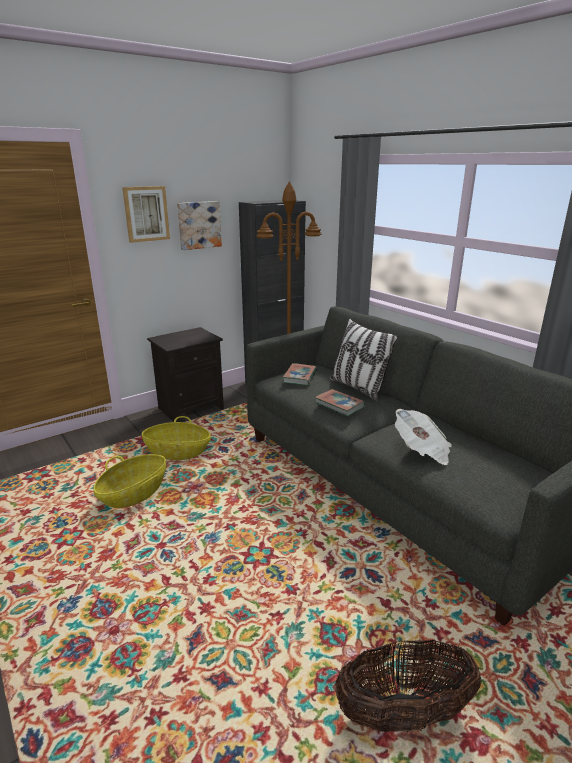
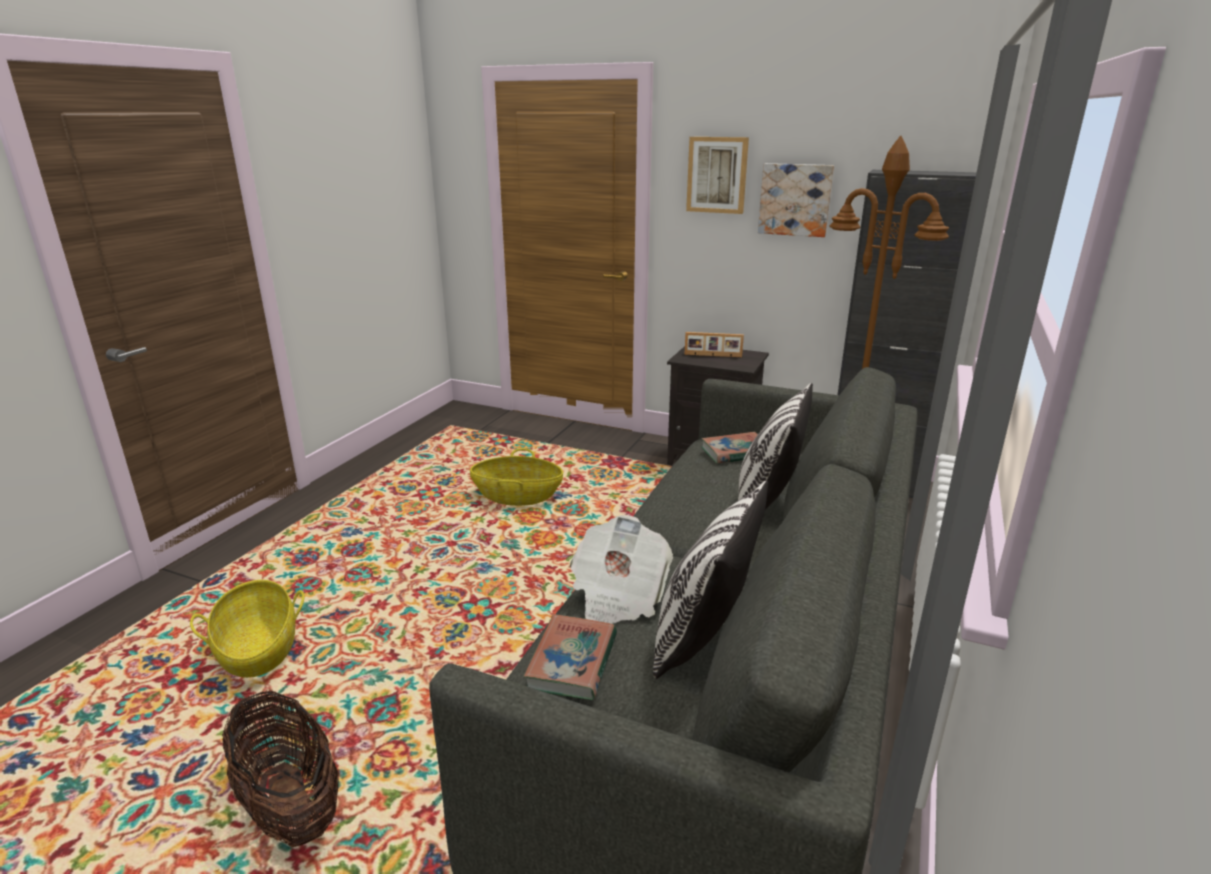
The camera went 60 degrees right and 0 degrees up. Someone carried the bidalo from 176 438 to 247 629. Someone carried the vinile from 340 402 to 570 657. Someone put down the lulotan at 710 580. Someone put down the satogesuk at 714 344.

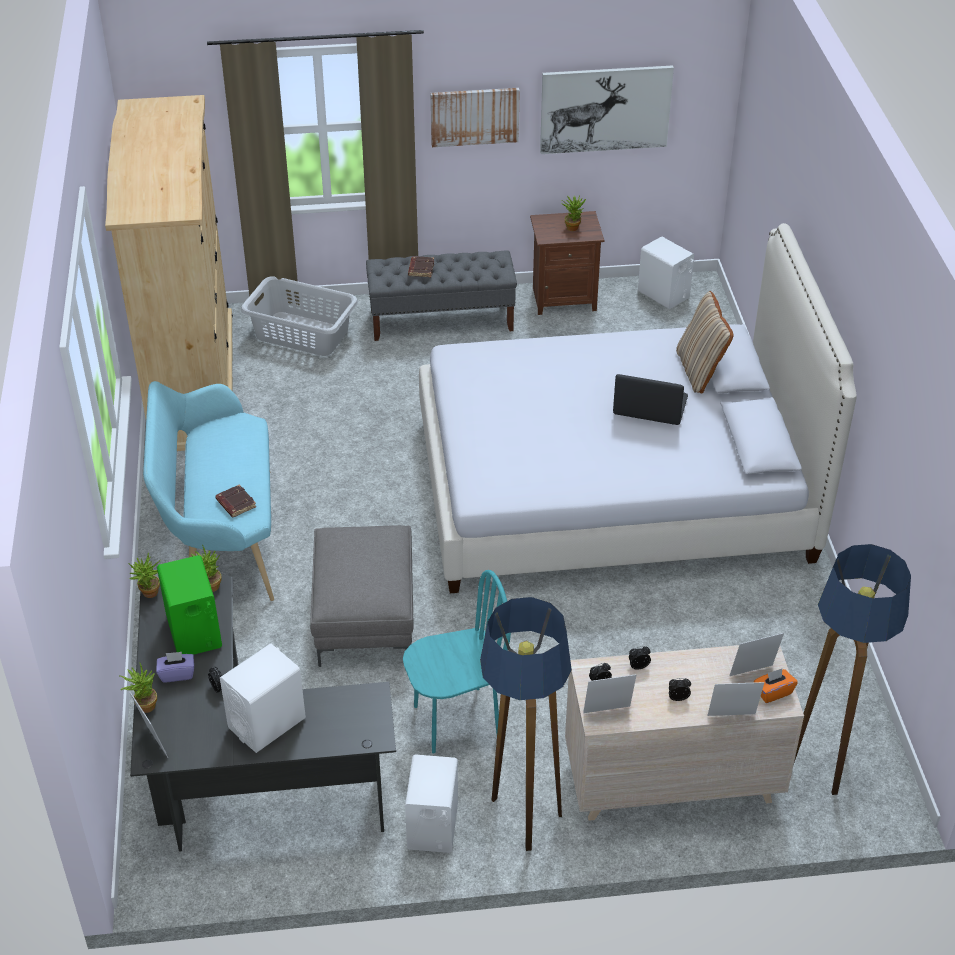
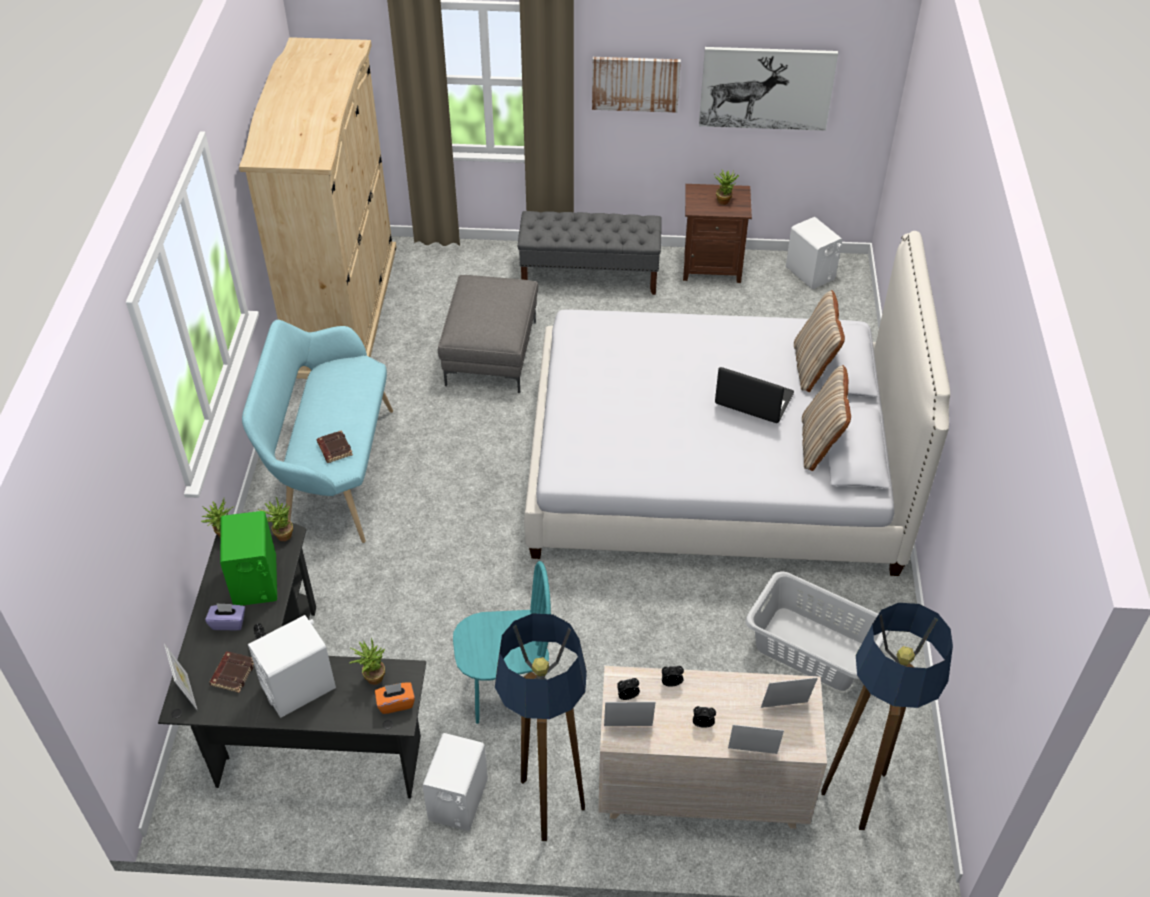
The camera went 10 degrees right and 5 degrees up. Someone carried the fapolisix from 138 688 to 367 661. Someone carried the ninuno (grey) from 299 316 to 817 631. Someone carried the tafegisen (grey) from 362 596 to 488 334. Someone carried the vinile (brown) from 421 266 to 231 672. Someone carried the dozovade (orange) from 776 686 to 395 698. Someone put down the lulotan (beige) at 826 418.

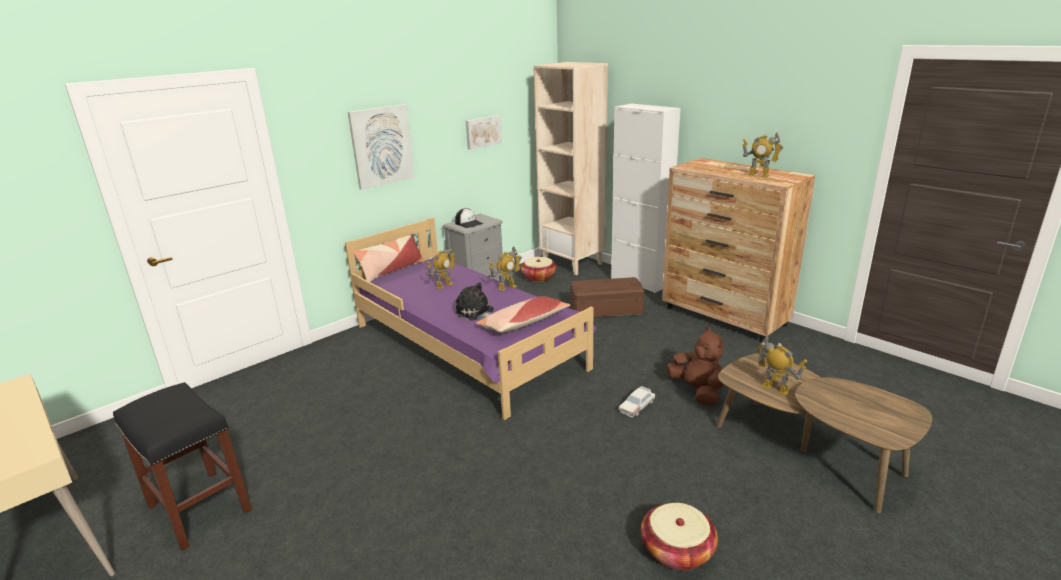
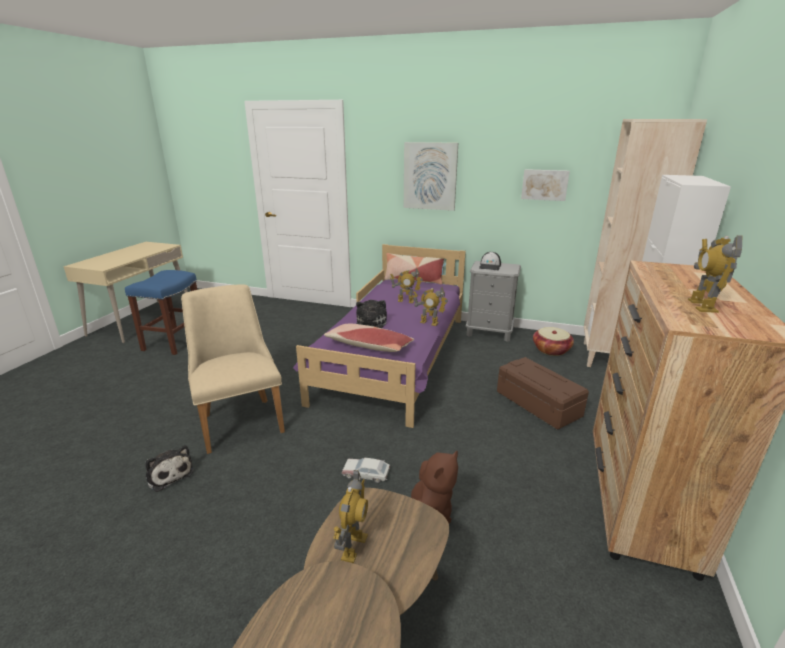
The camera went 60 degrees right and 0 degrees up. Someone repainted the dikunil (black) at 182 466, which became the dikunil (blue) at 161 312. Someone took away the bidalo at 679 537. Someone put down the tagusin at 169 468. Someone put down the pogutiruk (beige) at 233 369.

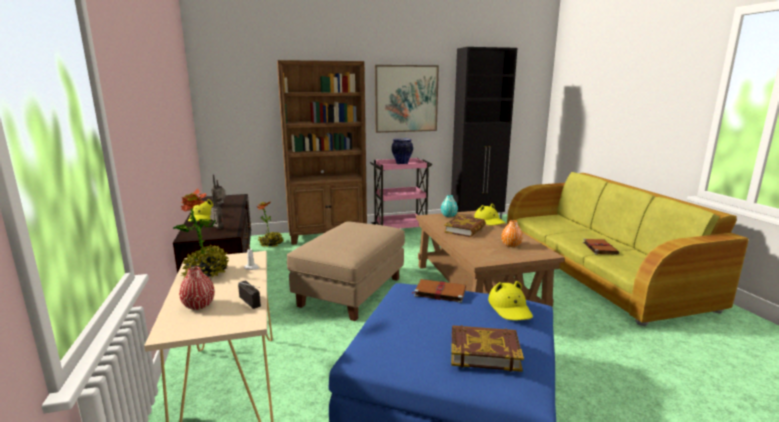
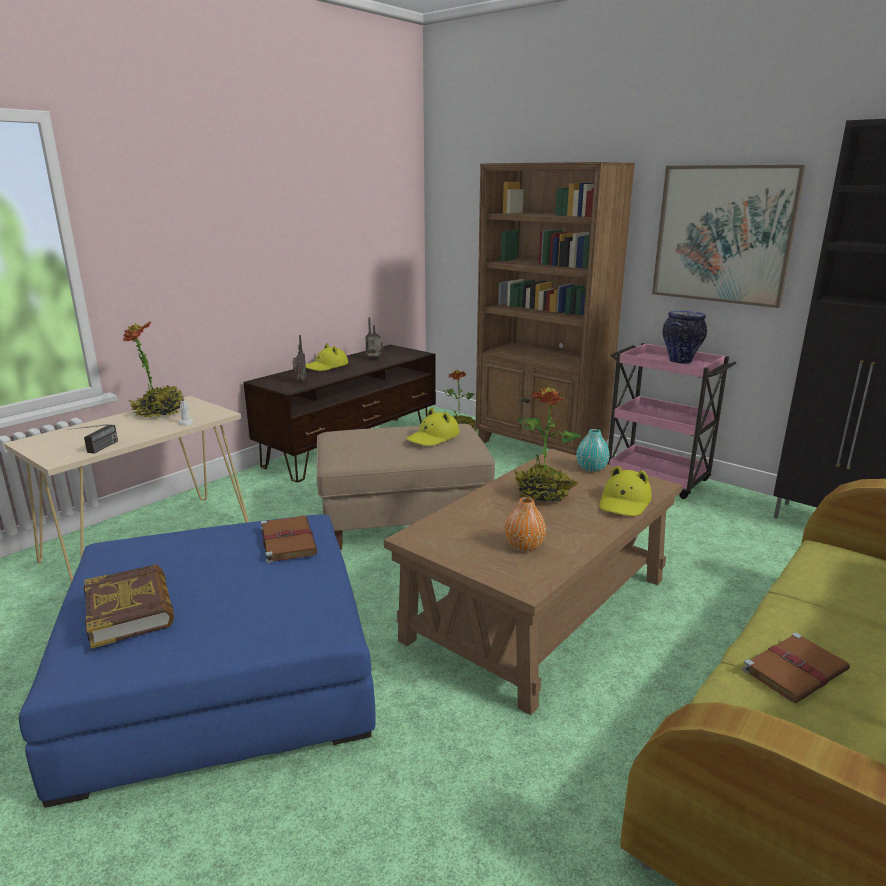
The camera went 55 degrees right and 5 degrees up. Someone took away the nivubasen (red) at 197 288. Someone swapped the vinile at 465 226 for the fapolisix at 547 444. Someone carried the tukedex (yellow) from 510 300 to 432 427.

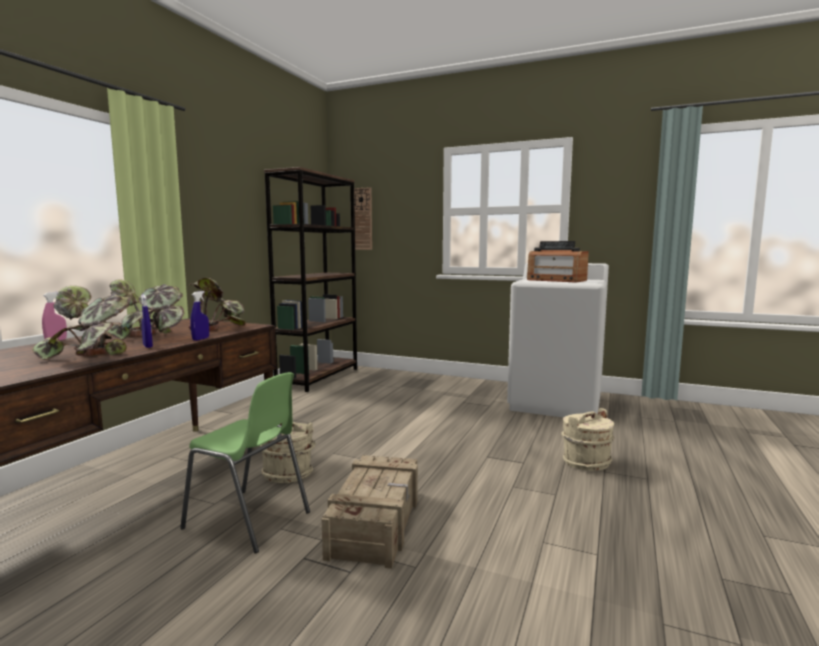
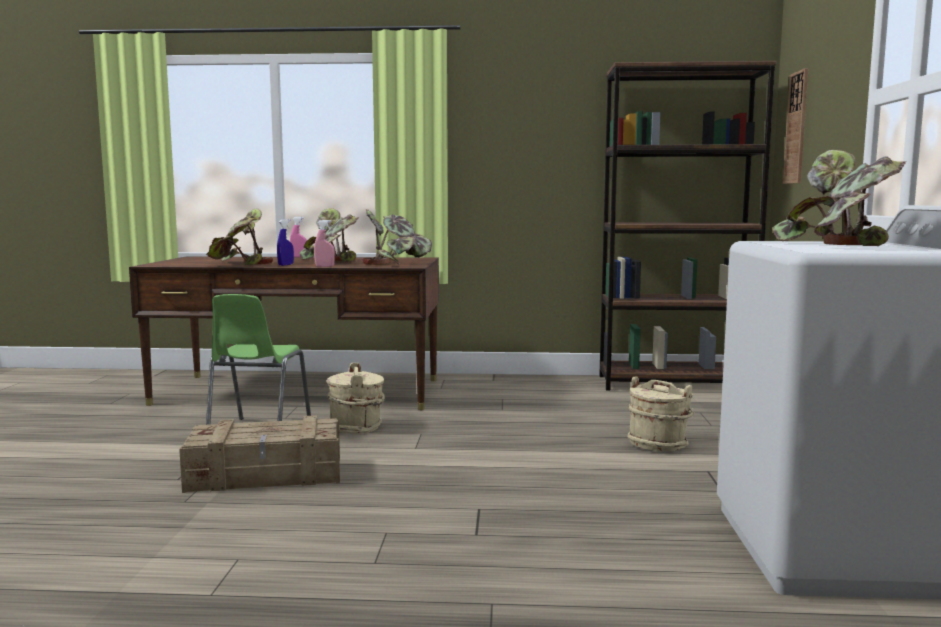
The camera went 70 degrees right and 0 degrees up. Someone repainted the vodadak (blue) at 199 316, which became the vodadak (pink) at 324 243. Someone swapped the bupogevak at 558 262 for the fapolisix at 839 198. Someone carried the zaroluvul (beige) from 587 439 to 661 414.

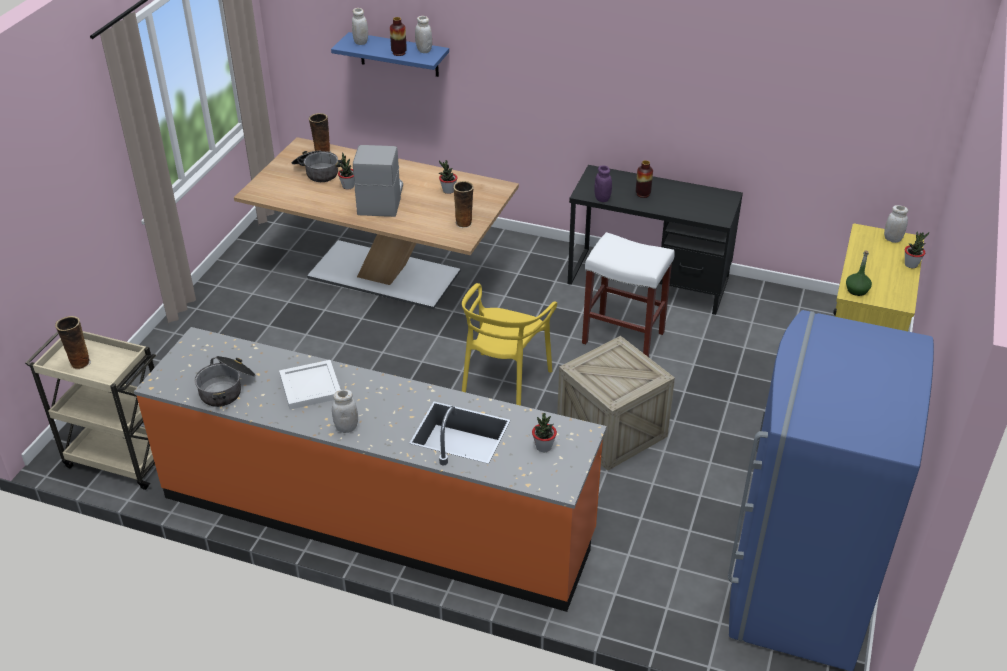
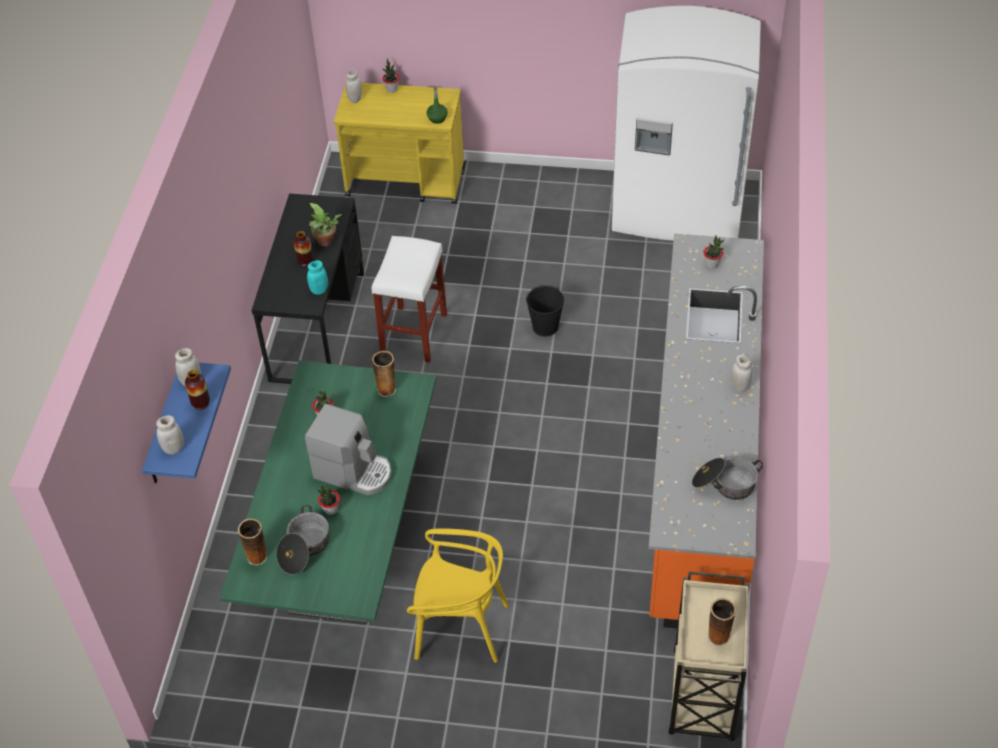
The camera went 100 degrees left and 10 degrees up. Someone repainted the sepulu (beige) at 376 223, which became the sepulu (green) at 328 492. Someone took away the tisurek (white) at 310 385. Someone rotated the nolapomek at 378 181 by 150 degrees counterclockwise. Someone carried the pogutiruk (yellow) from 509 344 to 457 595. Someone swapped the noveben at 616 403 for the zaroluvul (black) at 545 310. Someone repainted the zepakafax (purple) at 603 183, which became the zepakafax (turquoise) at 317 277. Someone repainted the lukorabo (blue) at 831 490, which became the lukorabo (white) at 686 123. Someone put down the fapolisix at 325 225.

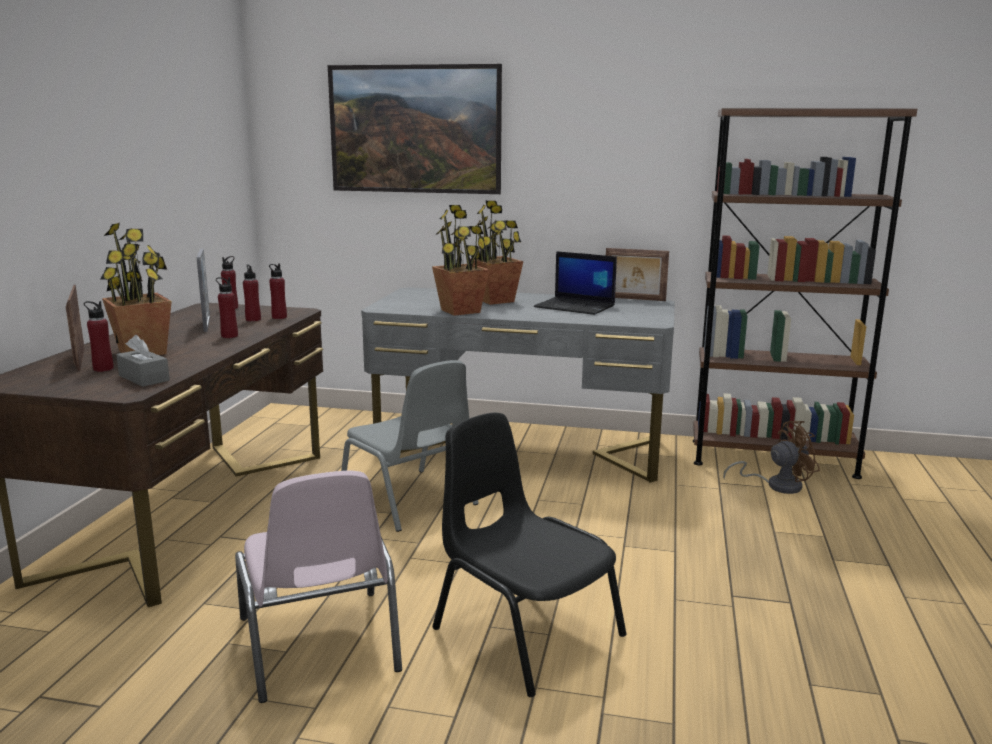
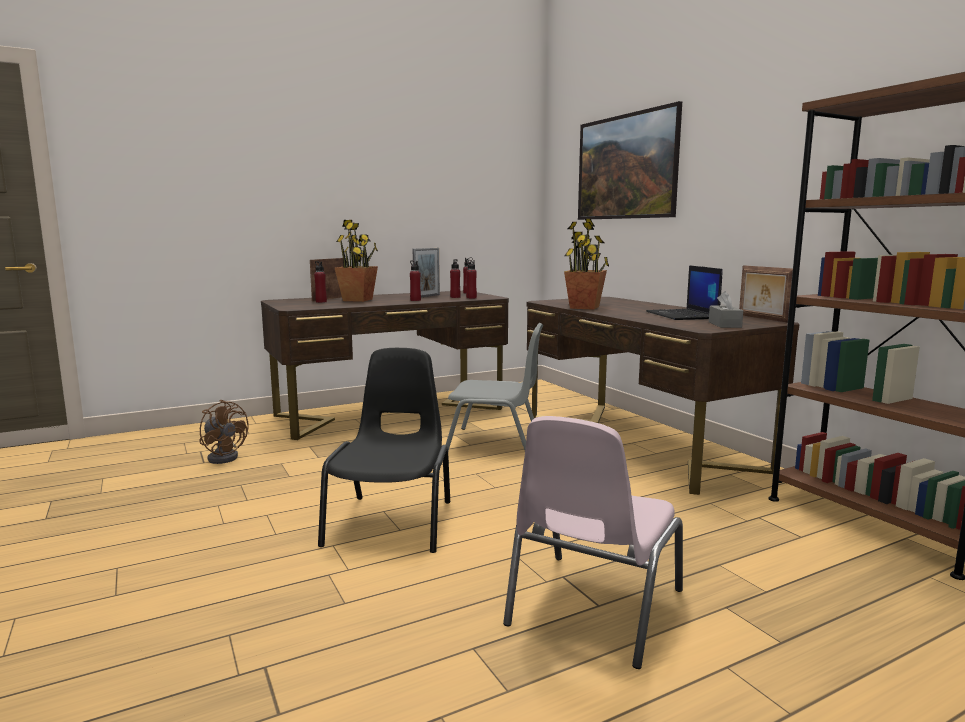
The camera went 50 degrees right and 5 degrees down. Someone carried the dozovade (grey) from 143 361 to 726 309. Someone carried the pogutiruk (pink) from 318 587 to 593 542. Someone rotated the pogutiruk (grey) at 410 446 by 90 degrees counterclockwise. Someone repainted the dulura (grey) at 518 385, which became the dulura (brown) at 663 396. Someone took away the fapolisix at 496 253. Someone carried the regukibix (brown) from 771 457 to 223 432.

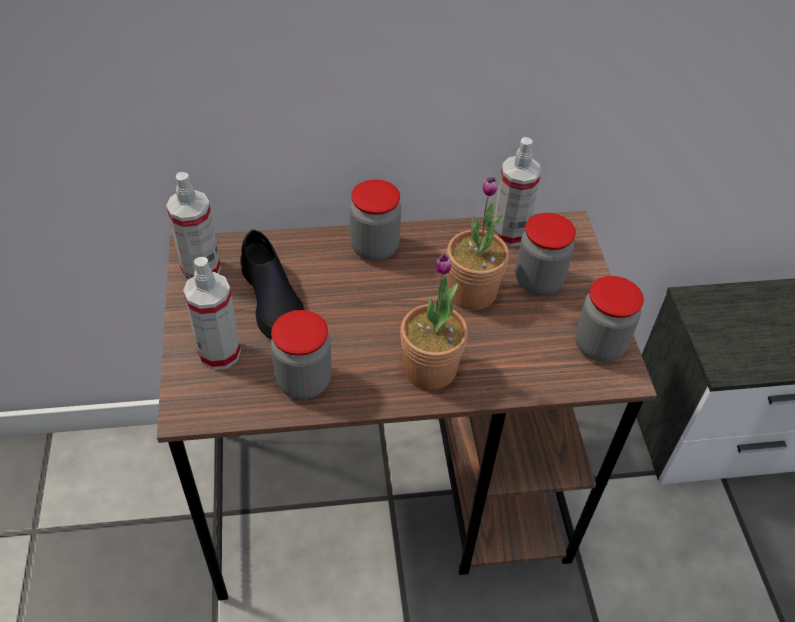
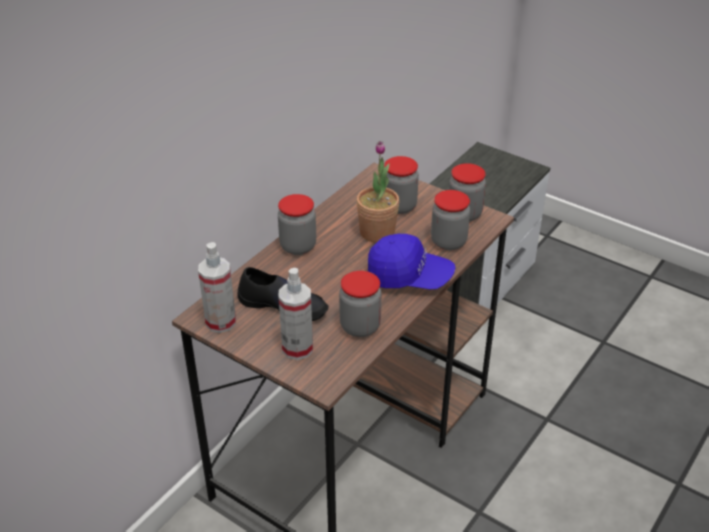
The camera went 45 degrees left and 10 degrees down. Someone swapped the fapolisix at 434 321 for the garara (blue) at 412 261. Someone took away the vodadak at 517 192. Someone put down the zepakafax at 450 220.

